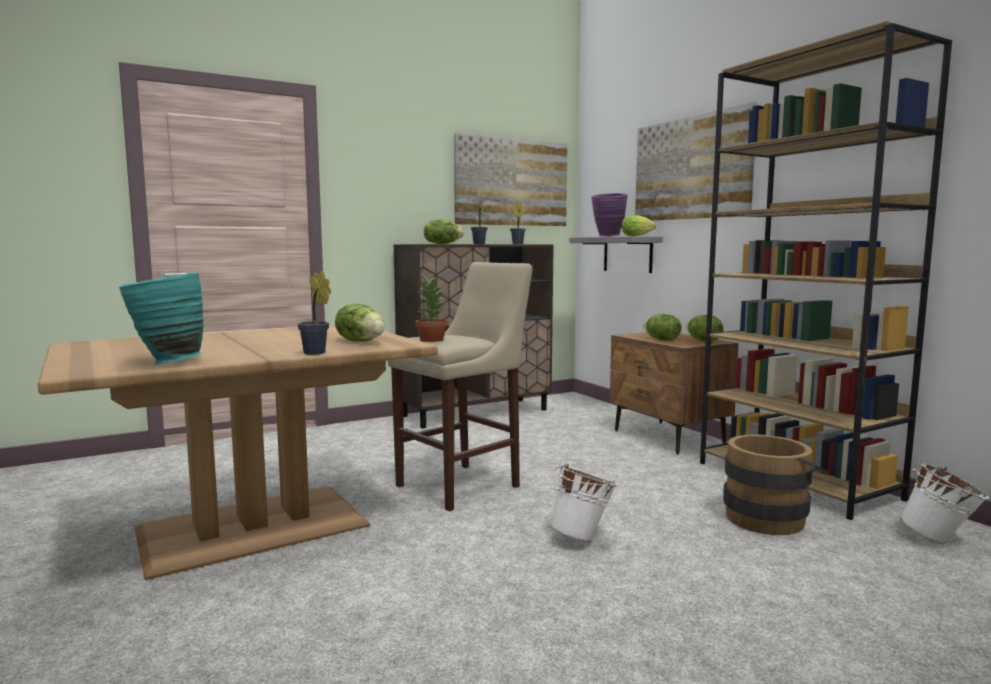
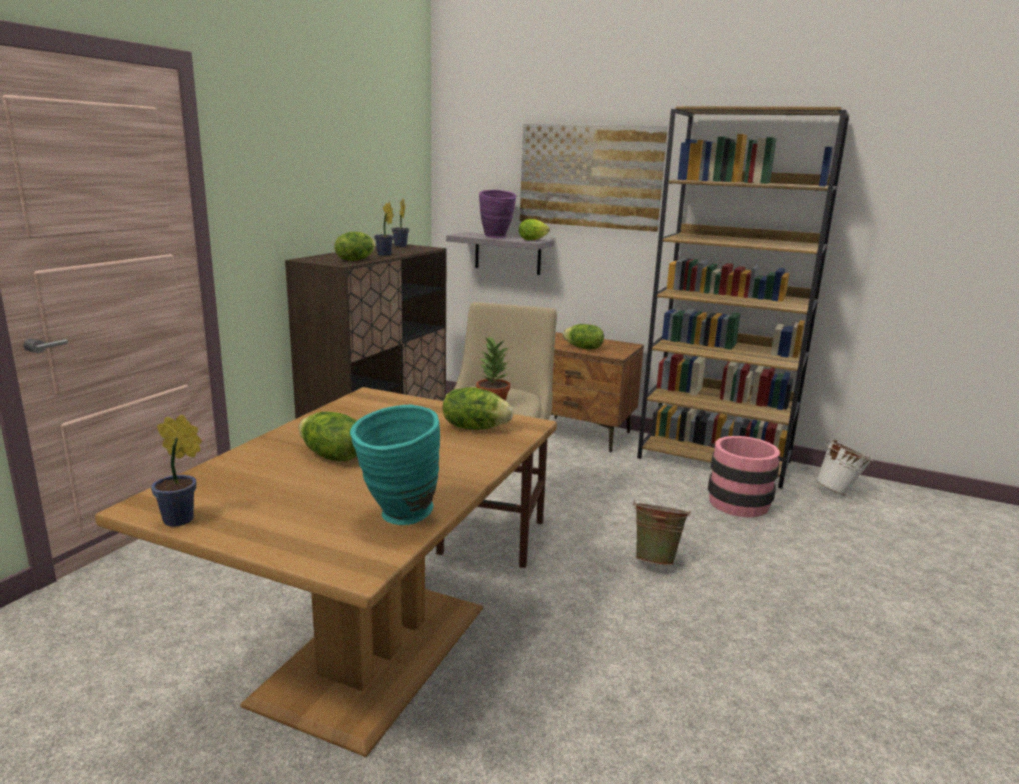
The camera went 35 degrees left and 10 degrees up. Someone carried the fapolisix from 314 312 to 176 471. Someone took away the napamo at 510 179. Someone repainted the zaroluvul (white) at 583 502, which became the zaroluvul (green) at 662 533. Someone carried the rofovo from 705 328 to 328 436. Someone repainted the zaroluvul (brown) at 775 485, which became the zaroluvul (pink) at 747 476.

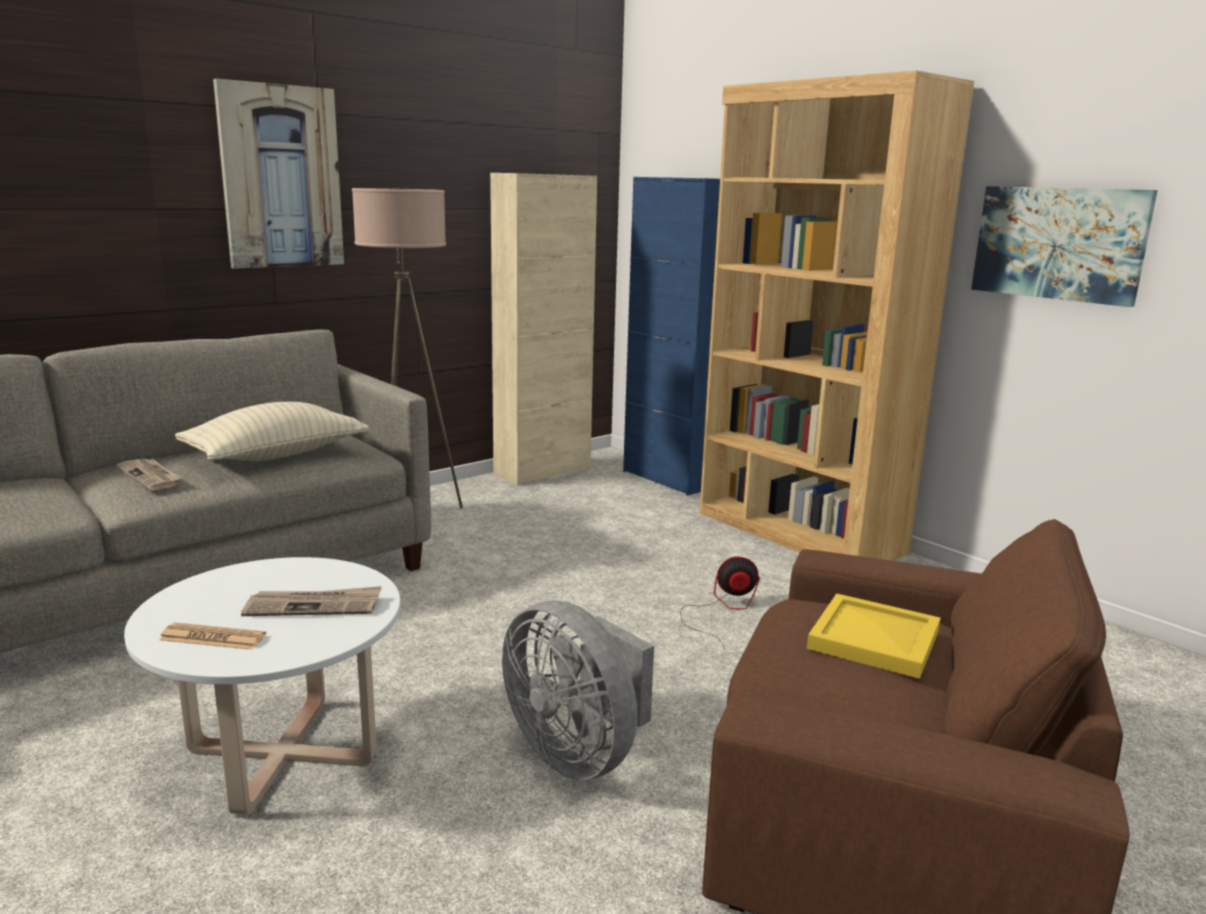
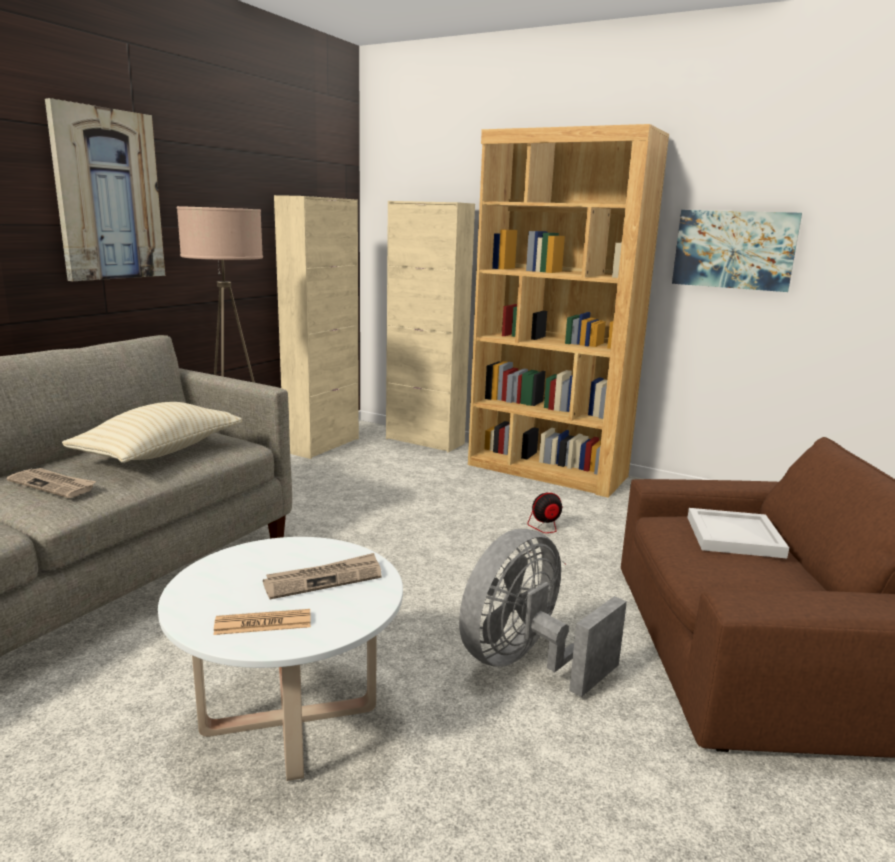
The camera went 20 degrees left and 0 degrees up. Someone rotated the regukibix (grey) at 578 690 by 105 degrees clockwise. Someone repainted the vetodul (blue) at 671 336, which became the vetodul (beige) at 430 326. Someone repainted the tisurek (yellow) at 874 636, which became the tisurek (white) at 738 533.

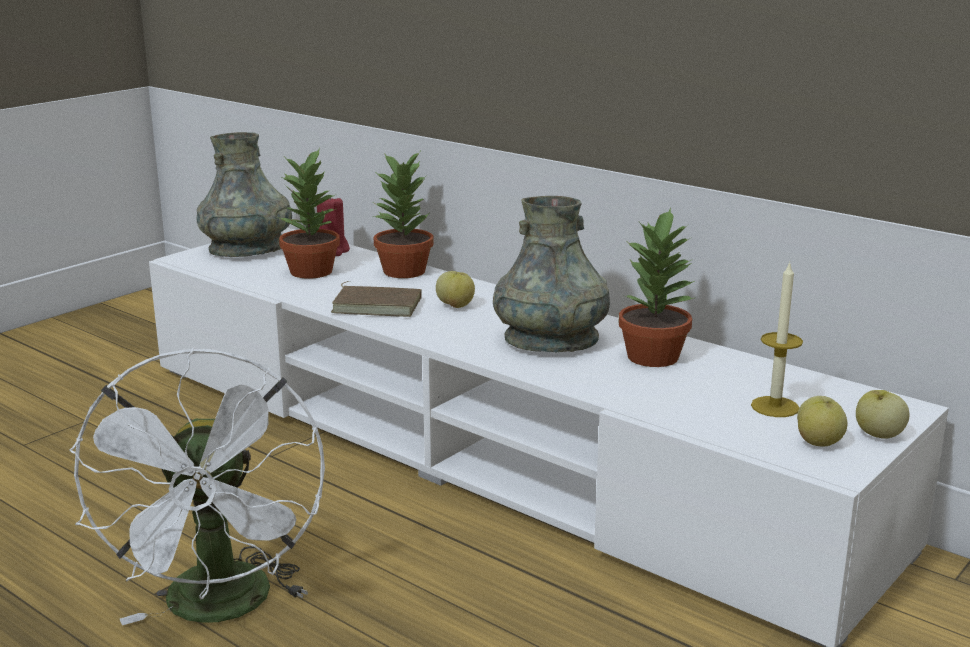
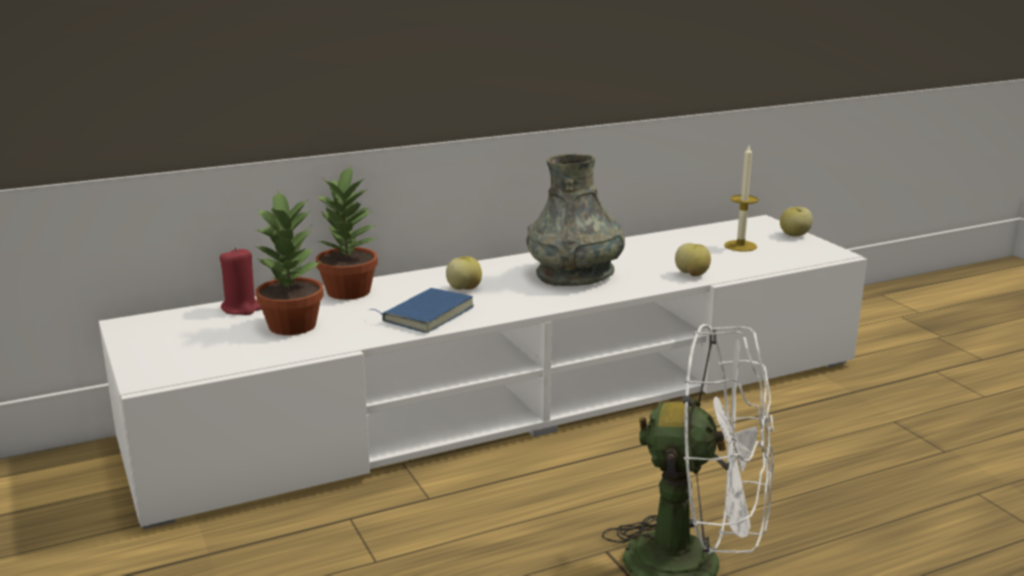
The camera went 65 degrees left and 0 degrees up. Someone took away the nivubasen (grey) at 244 194. Someone repainted the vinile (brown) at 376 299, which became the vinile (blue) at 422 310. Someone took away the fapolisix at 656 287. Someone carried the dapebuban from 822 421 to 693 259.

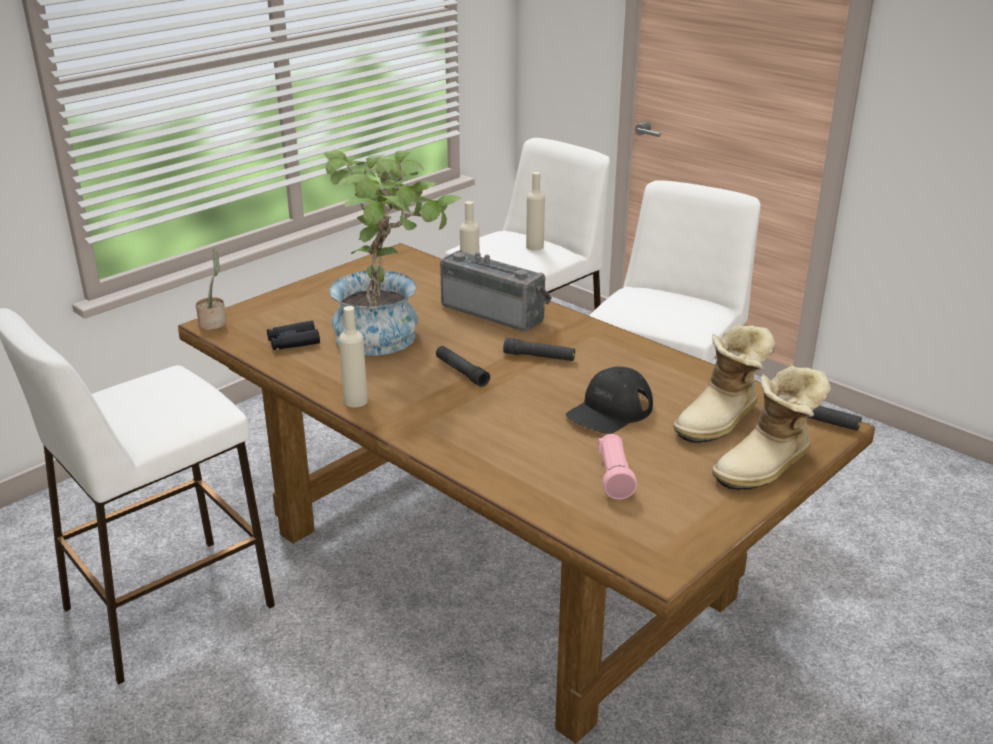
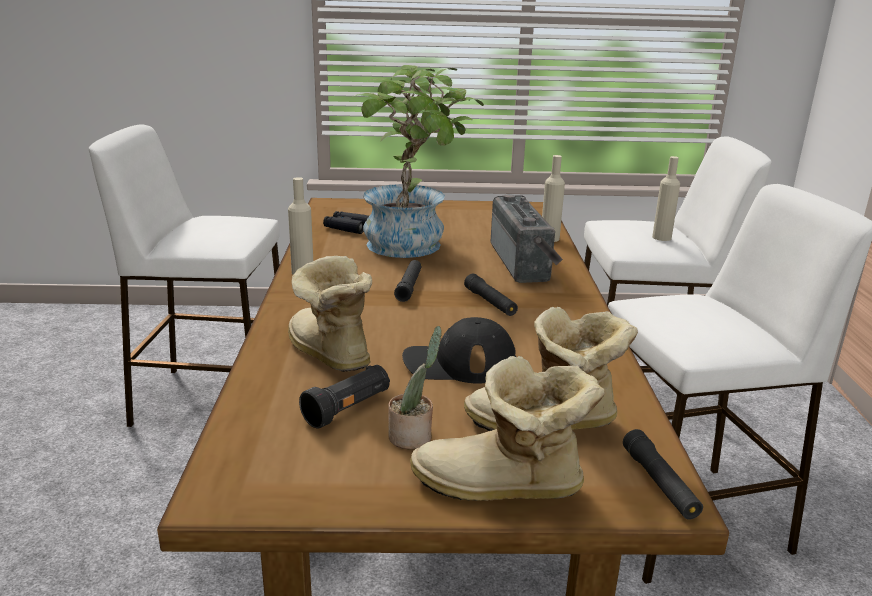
The camera went 45 degrees right and 5 degrees down. Someone carried the fapolisix from 211 289 to 415 387. Someone repainted the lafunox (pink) at 617 466, which became the lafunox (black) at 344 397. Someone put down the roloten at 330 314.

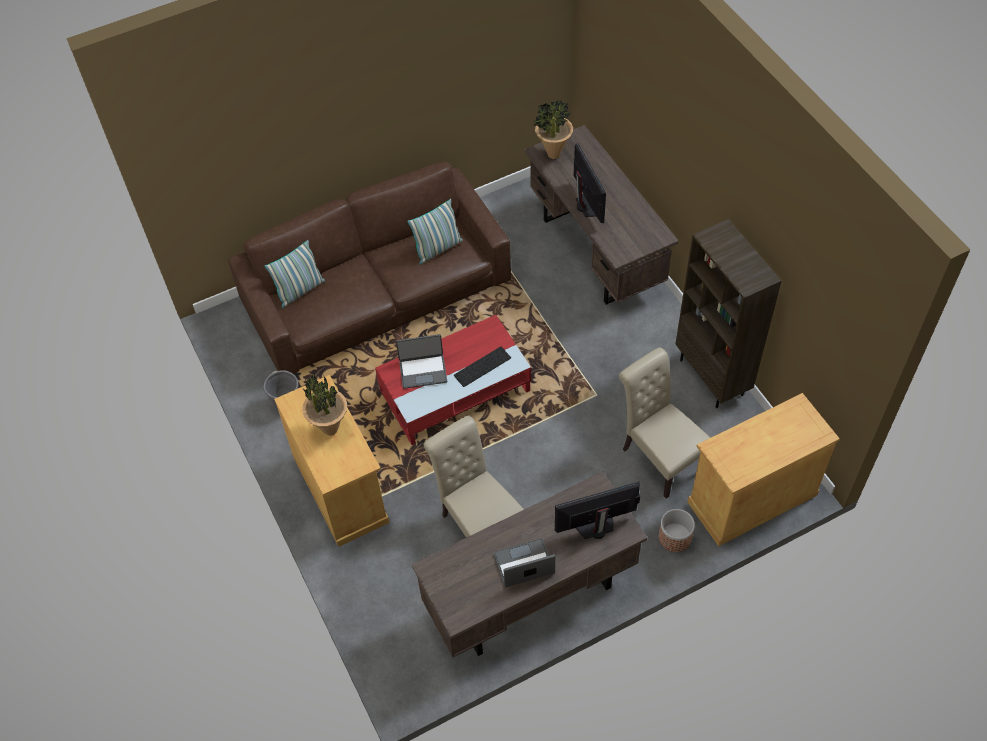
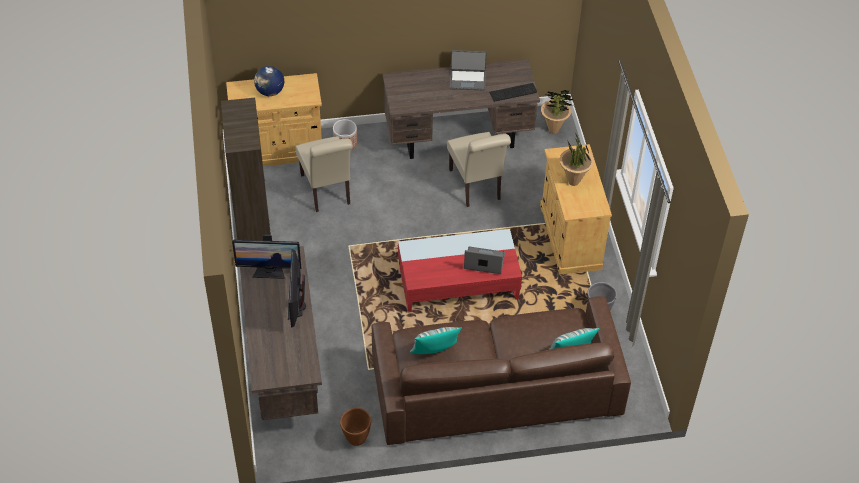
The camera went 165 degrees left and 5 degrees down. Someone carried the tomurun from 482 366 to 513 92. Someone carried the fapolisix from 553 129 to 557 112. Someone carried the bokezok from 597 510 to 266 256. Someone put down the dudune at 269 81. Someone put down the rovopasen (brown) at 355 427.

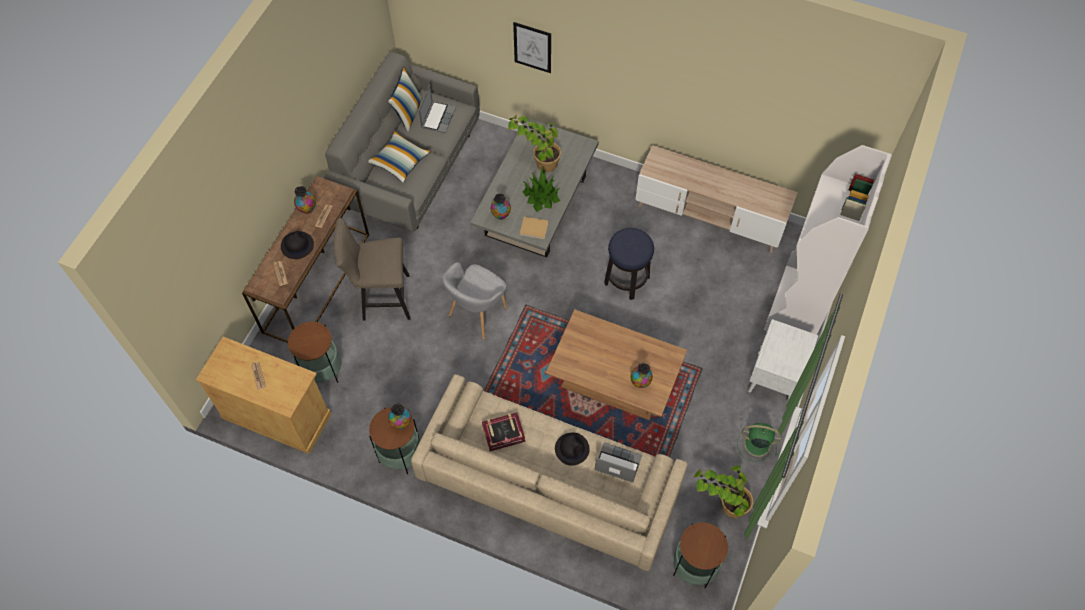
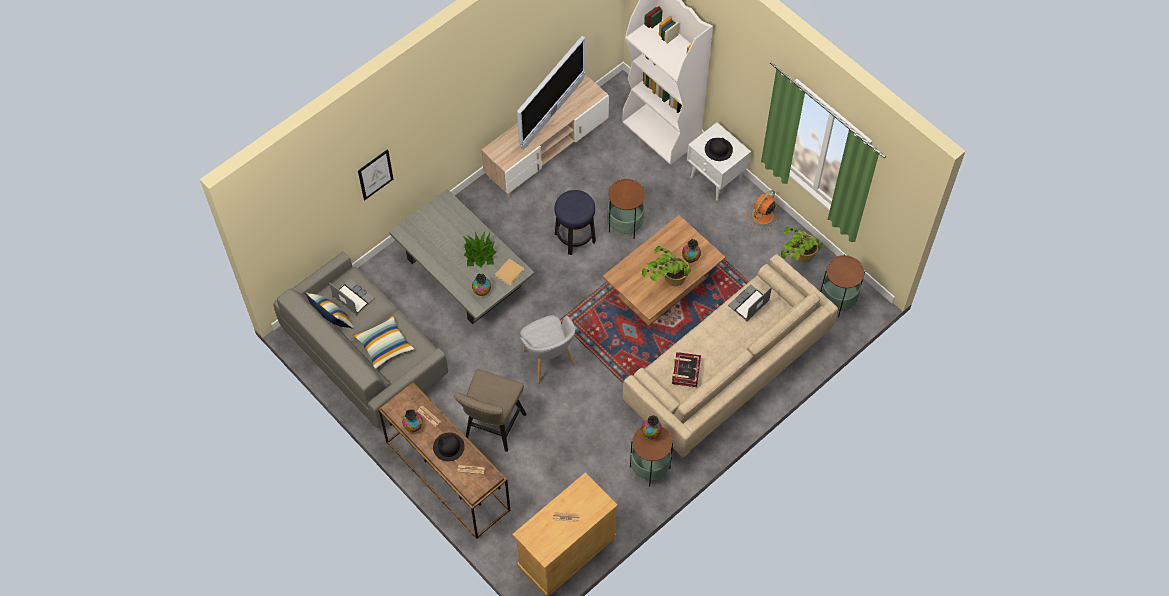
The camera went 65 degrees left and 0 degrees up. Someone carried the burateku from 314 352 to 626 209. Someone carried the fapolisix from 534 143 to 666 266. Someone carried the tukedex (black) from 572 449 to 719 149. Someone repainted the regukibix (green) at 759 442, which became the regukibix (orange) at 762 210. Someone put down the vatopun at 551 92.

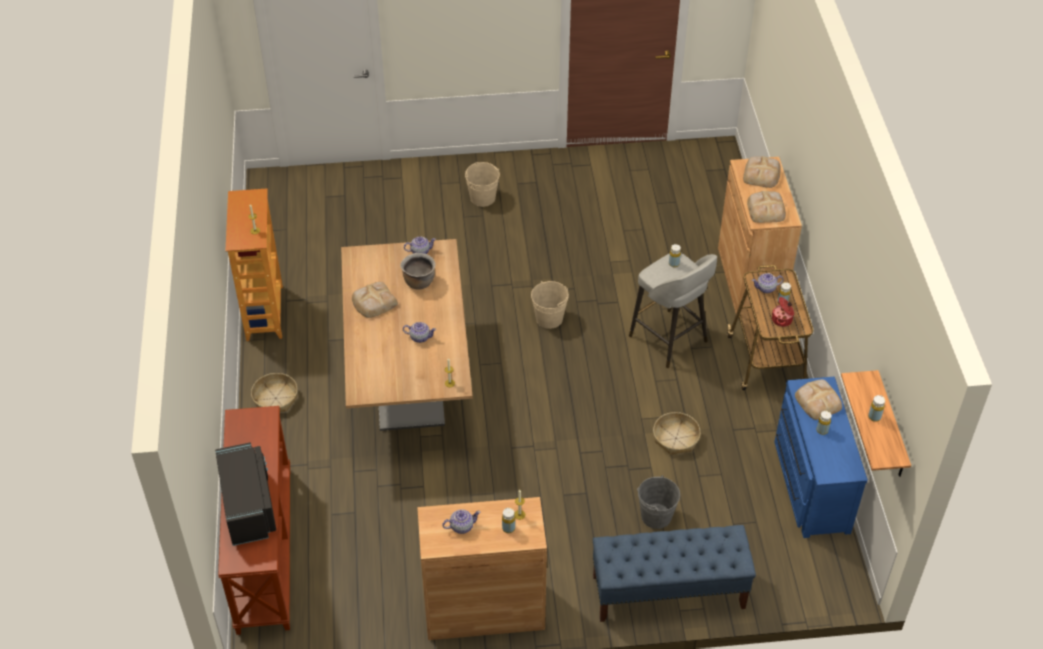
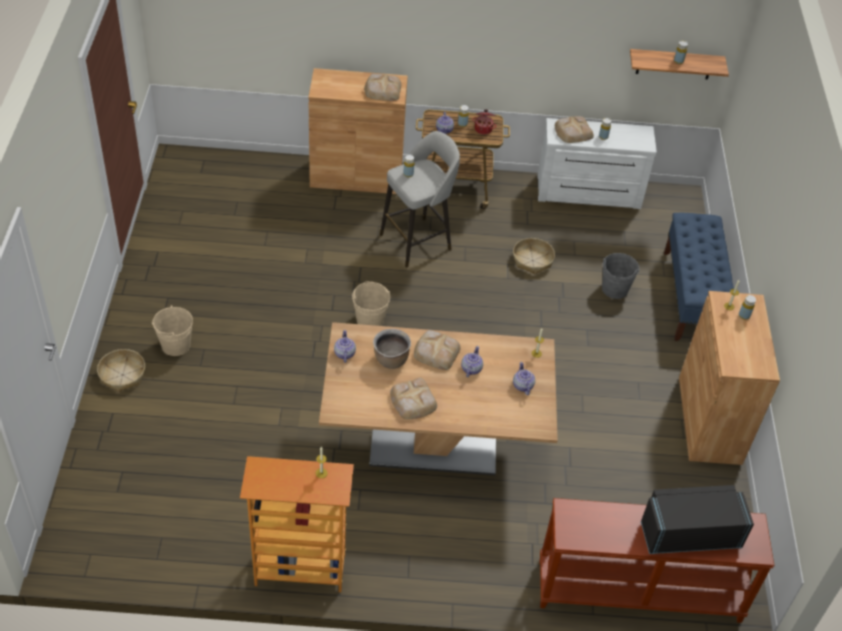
The camera went 85 degrees left and 0 degrees up. Someone carried the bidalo from 274 392 to 121 370. Someone carried the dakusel from 461 521 to 524 378. Someone carried the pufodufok from 762 172 to 437 350. Someone repainted the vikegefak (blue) at 821 457, which became the vikegefak (white) at 597 163.

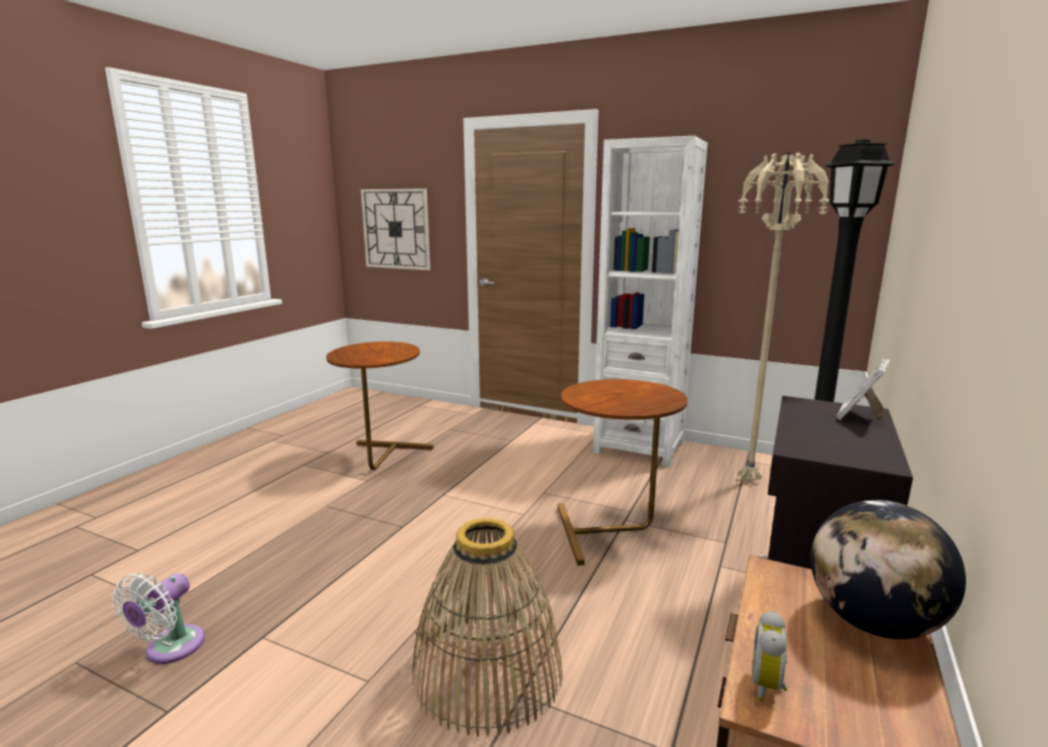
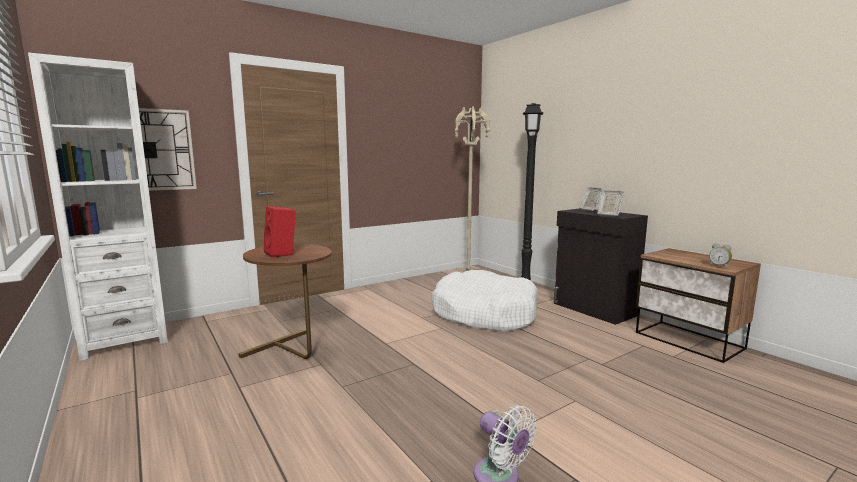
The camera went 60 degrees left and 5 degrees down. Someone took away the bidalo at 488 627. Someone swapped the burateku (brown) at 623 472 for the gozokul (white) at 485 301. Someone carried the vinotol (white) from 650 301 to 98 207. Someone took away the dudune at 888 569. Someone put down the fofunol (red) at 280 232. Someone put down the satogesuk at 610 203.

